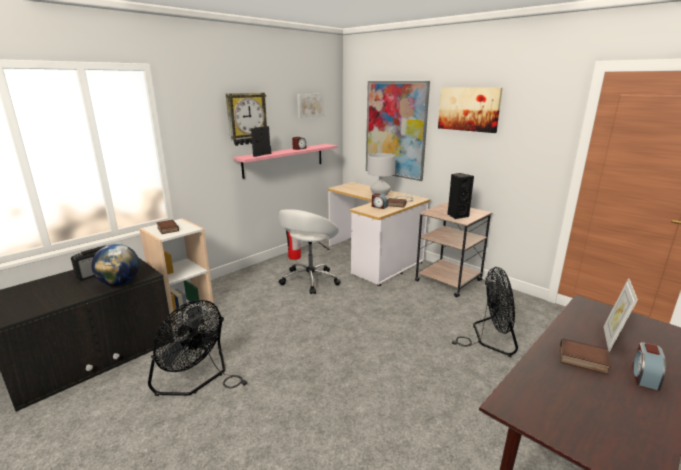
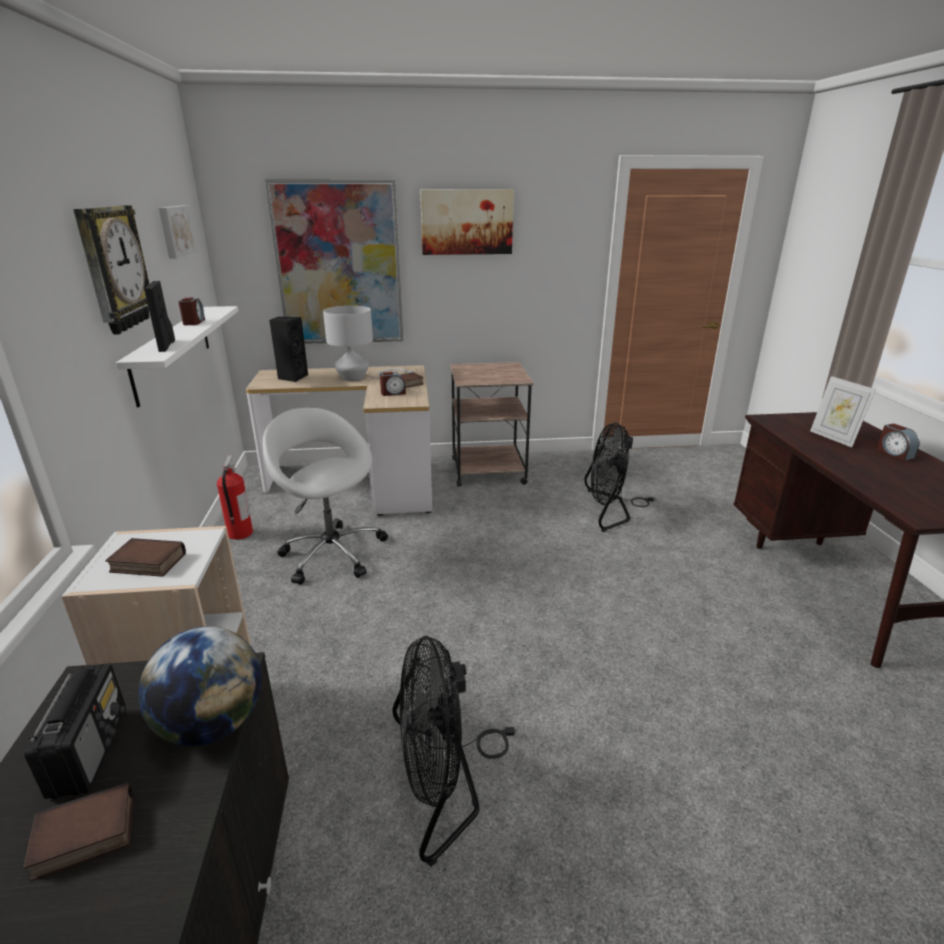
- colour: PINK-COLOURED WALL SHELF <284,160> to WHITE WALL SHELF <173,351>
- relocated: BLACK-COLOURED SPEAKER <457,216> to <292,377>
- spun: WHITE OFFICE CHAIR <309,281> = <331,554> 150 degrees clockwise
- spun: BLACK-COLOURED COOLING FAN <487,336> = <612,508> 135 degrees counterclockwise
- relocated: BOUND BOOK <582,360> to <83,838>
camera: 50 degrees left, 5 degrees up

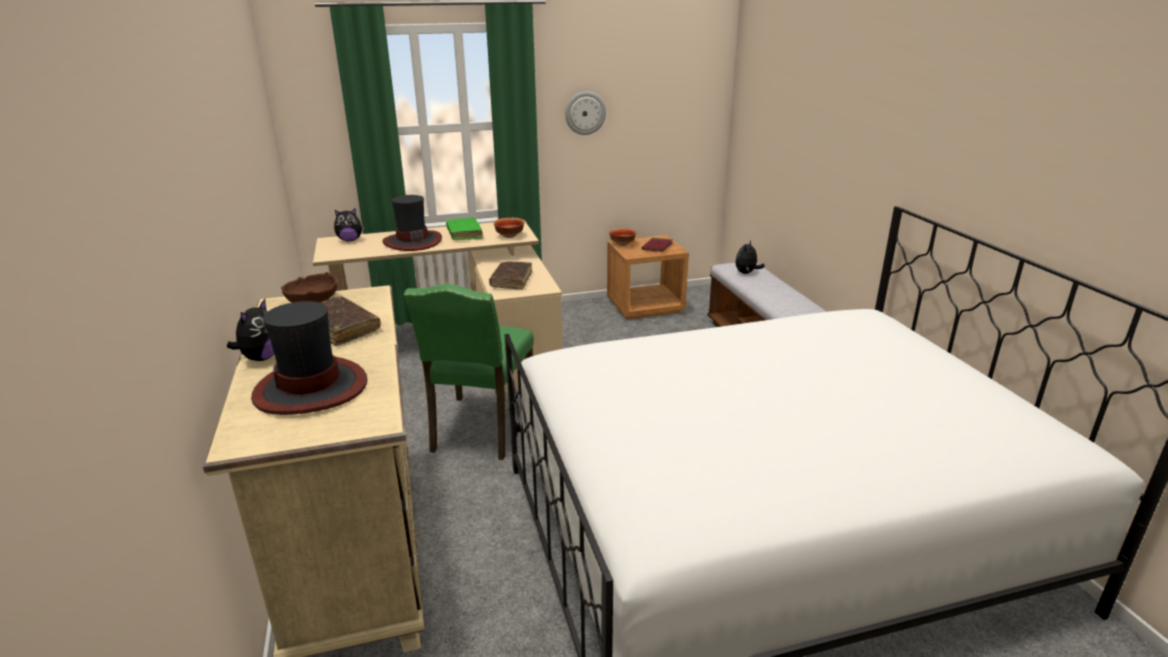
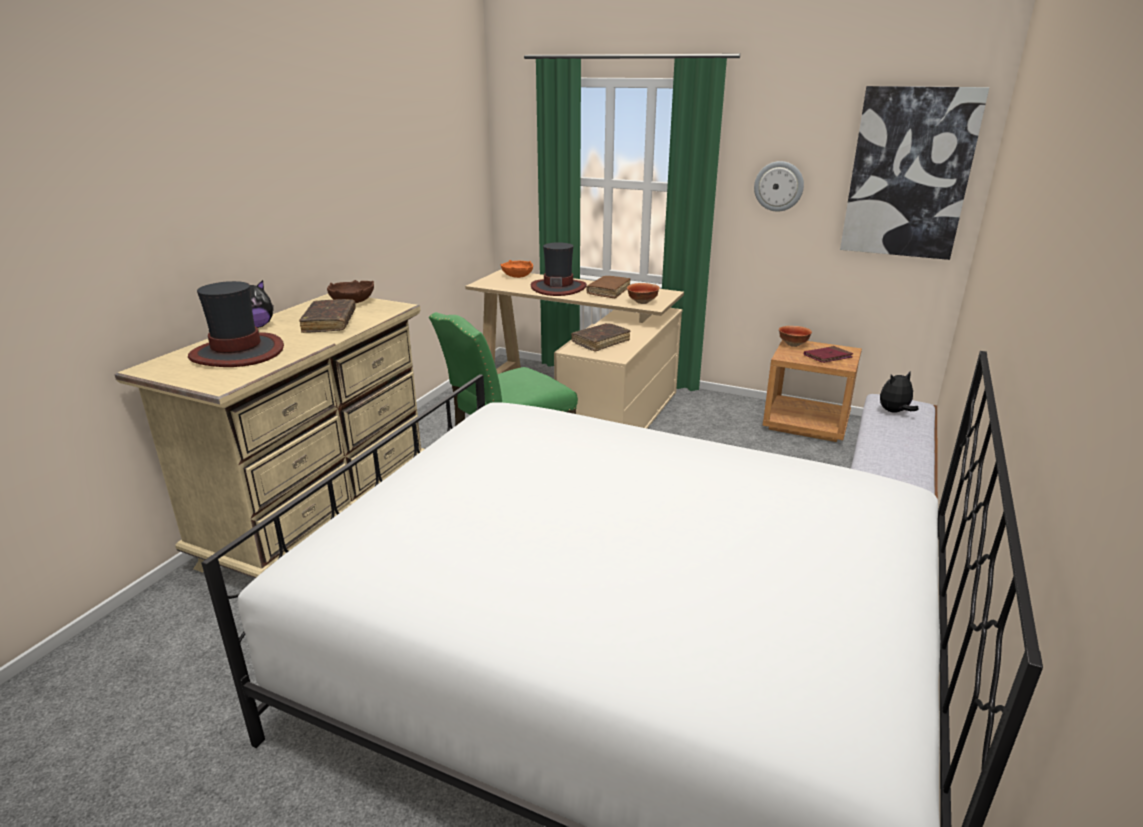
- exchanged: CUDDLY TOY <350,240> to ORANGE SERVING BOWL <517,276>
- colour: GREEN-COLOURED BOUND BOOK <464,234> to BROWNISH BOUND BOOK <608,292>
- appeared: WALL PICTURE <909,173>
camera: 40 degrees right, 0 degrees up

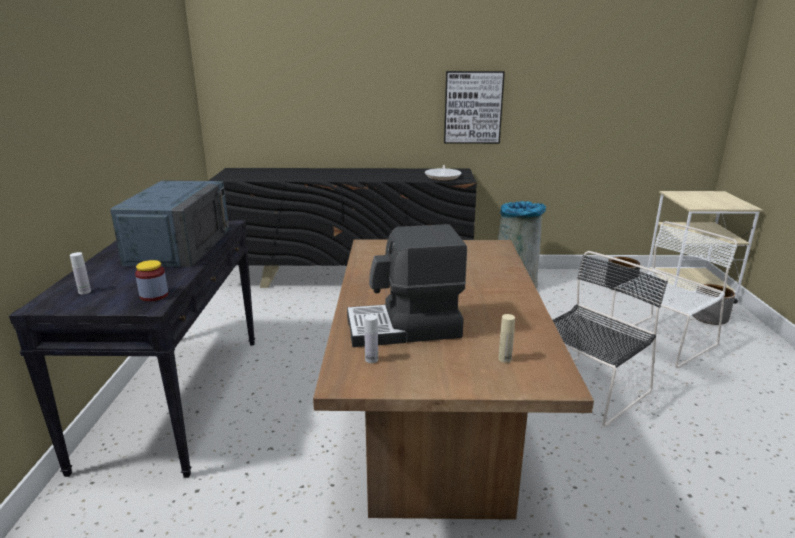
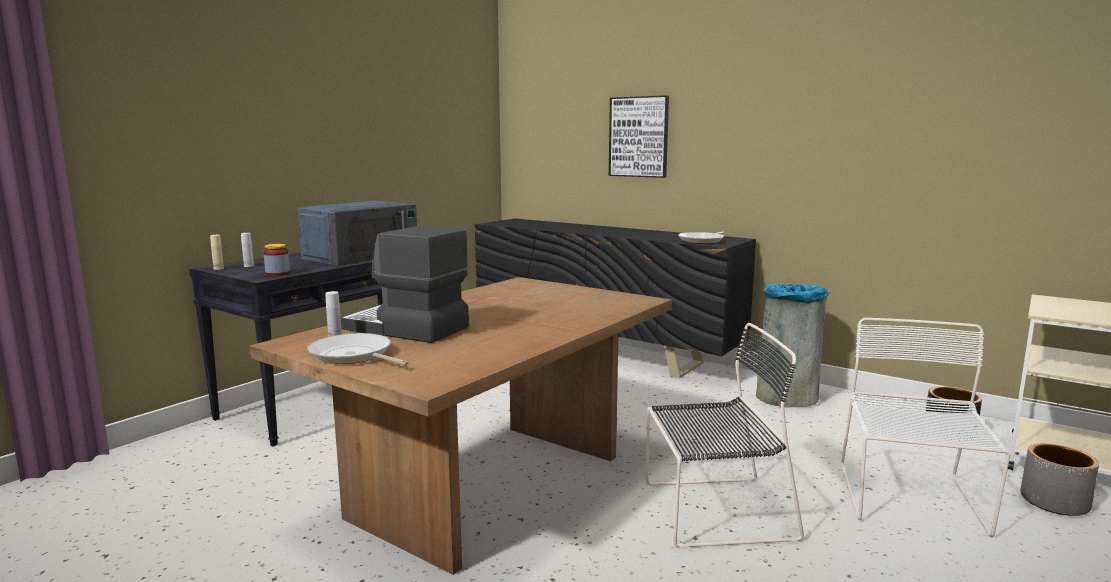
- relocated: WALL PICTURE <473,107> to <639,137>
- spun: WHITE PLAIN CHAIR <660,341> = <910,501> 75 degrees counterclockwise
- relocated: BEIGE DRINK BOTTLE <504,359> to <218,268>
- appeared: SKILLET <353,356>
camera: 35 degrees right, 10 degrees down

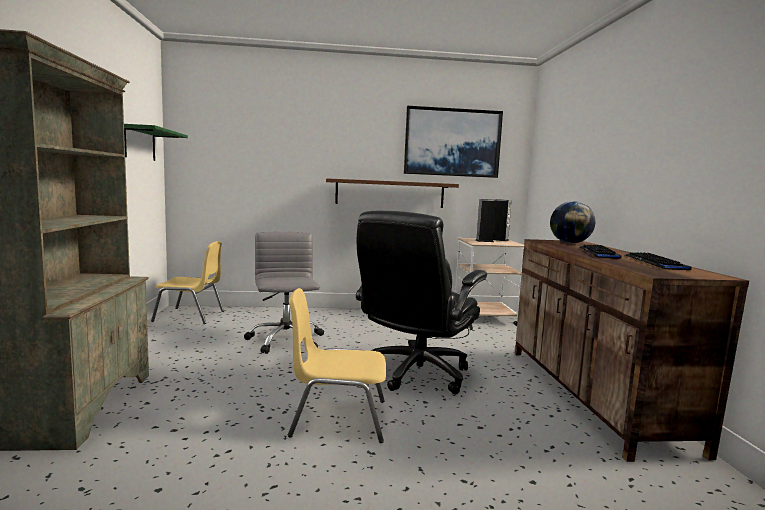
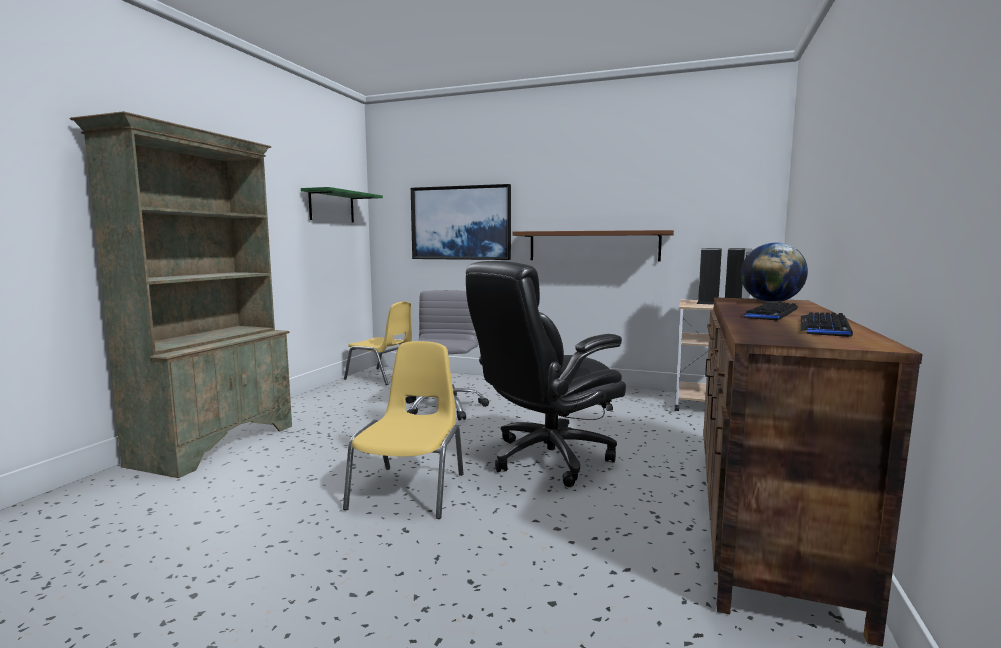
- relocated: WALL PICTURE <452,142> to <461,223>
- spun: YELLOWISH PLAIN CHAIR <337,418> = <410,490> 75 degrees clockwise
camera: 25 degrees right, 0 degrees up

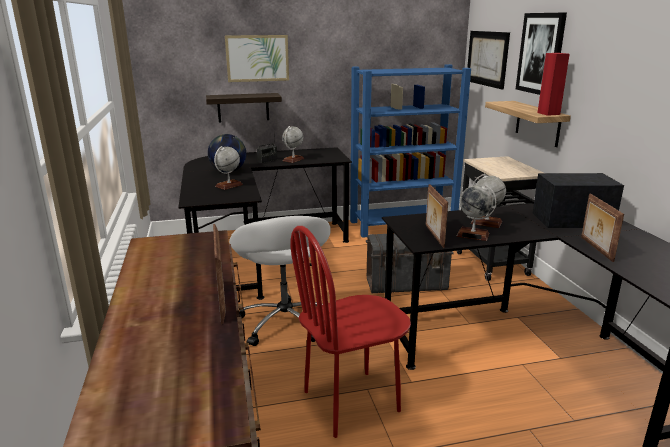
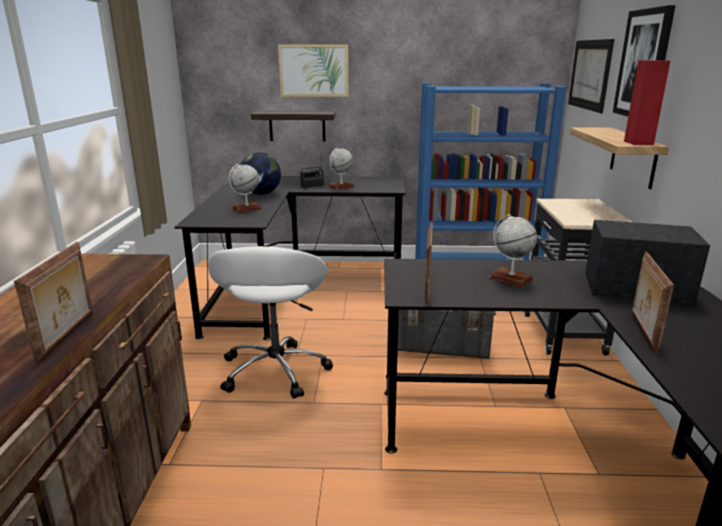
- missing: WORLD GLOBE <473,235>
- missing: RED PLAIN CHAIR <351,402>
camera: 15 degrees right, 0 degrees up

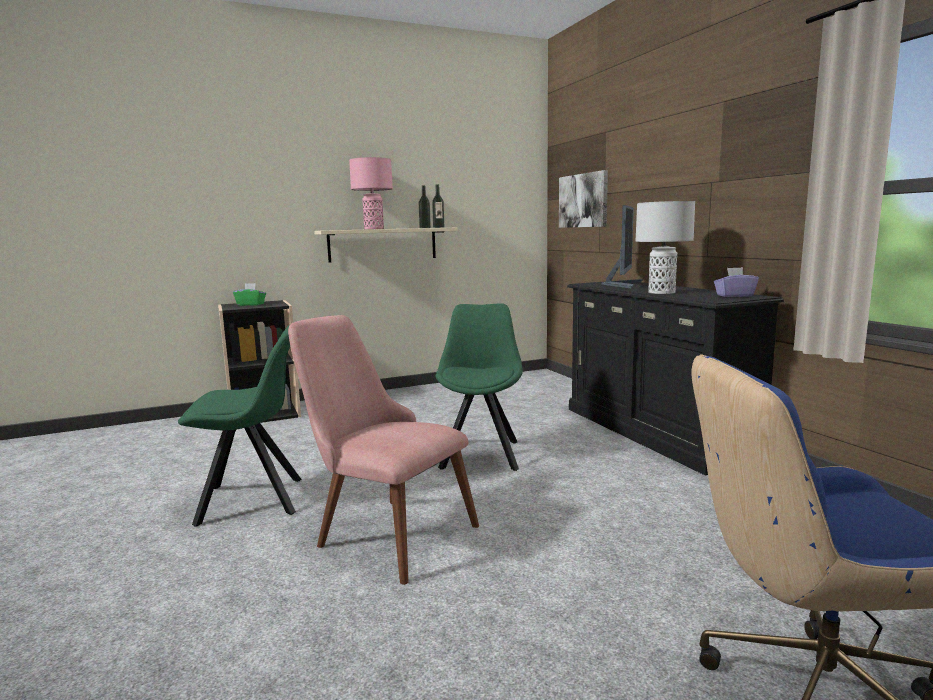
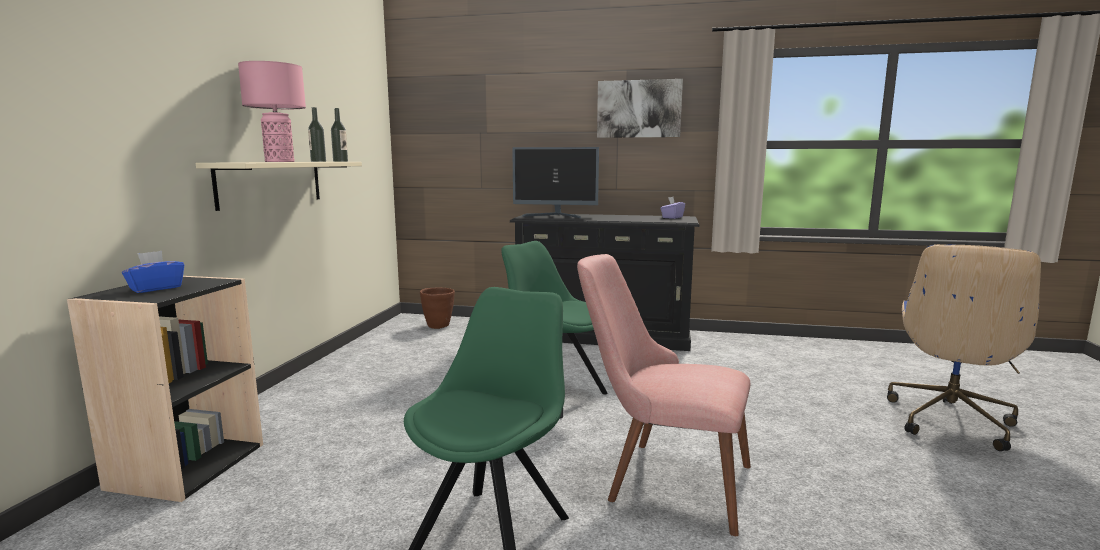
- relocated: WALL PICTURE <583,200> to <639,109>
- missing: WHITE TABLETOP LAMP <661,292>
- spun: COMPUTER DISPLAY <622,284> = <555,216> 135 degrees clockwise
- colour: GREEN-COLOURED TISSUE BOX <251,304> to BLUE-COLOURED TISSUE BOX <156,288>
- spun: PINK-COLOURED PLAIN CHAIR <382,531> = <660,478> 45 degrees clockwise
- appeared: BROWNISH FLOWER POT <438,326>
camera: 55 degrees left, 0 degrees up

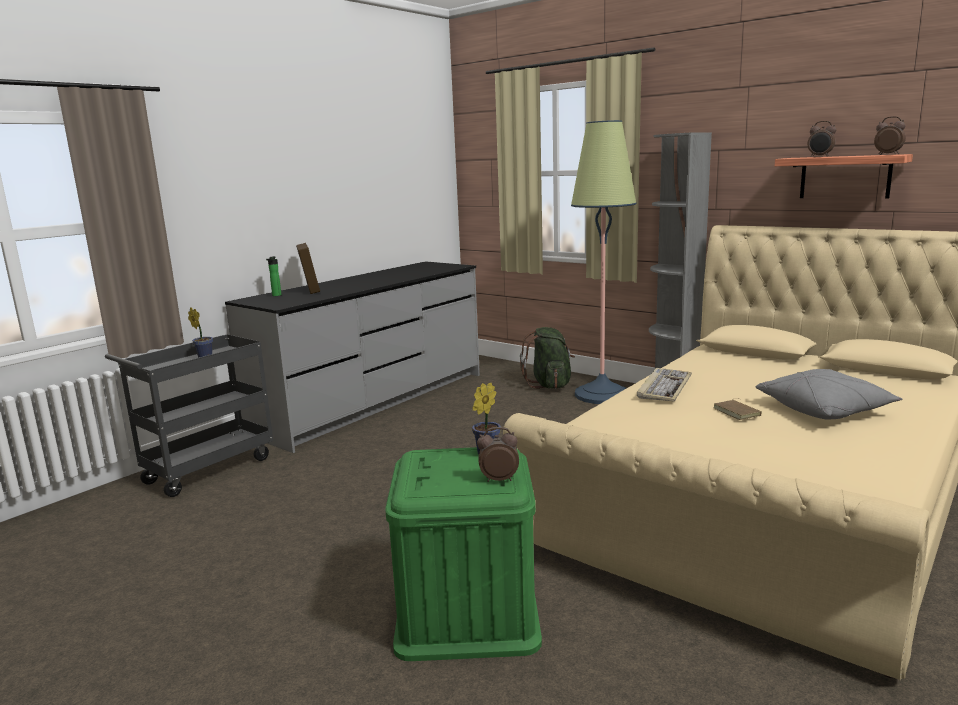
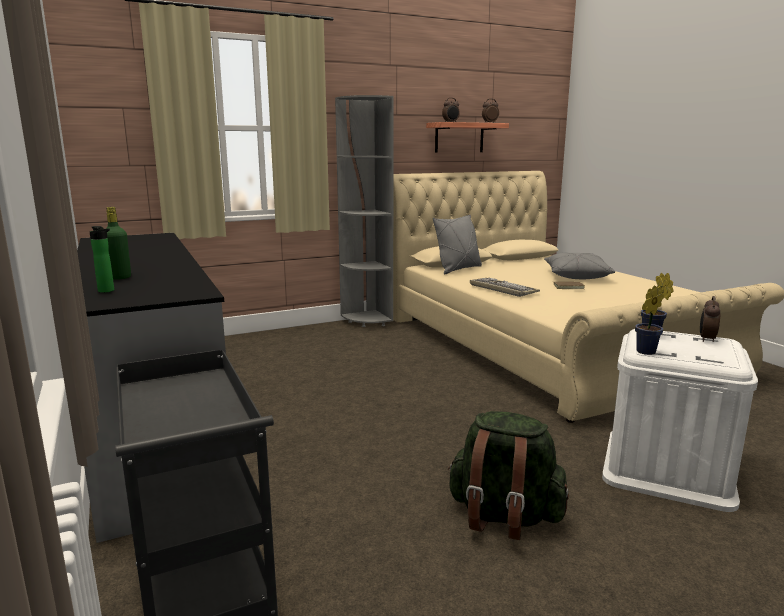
- missing: STANDING LAMP <602,394>
- exchanged: STANDING FRAME <310,290> to GREEN-COLOURED DRINK BOTTLE <119,278>
- relocated: POTTED PLANT <204,357> to <644,352>
- relocated: GREEN-COLOURED BACKPACK <549,385> to <503,516>
- colour: GREEN-COLOURED STORAGE CONTAINER <467,610> to WHITE STORAGE CONTAINER <667,468>
- appeared: GRAY PILLOW <458,269>
camera: 65 degrees left, 0 degrees up

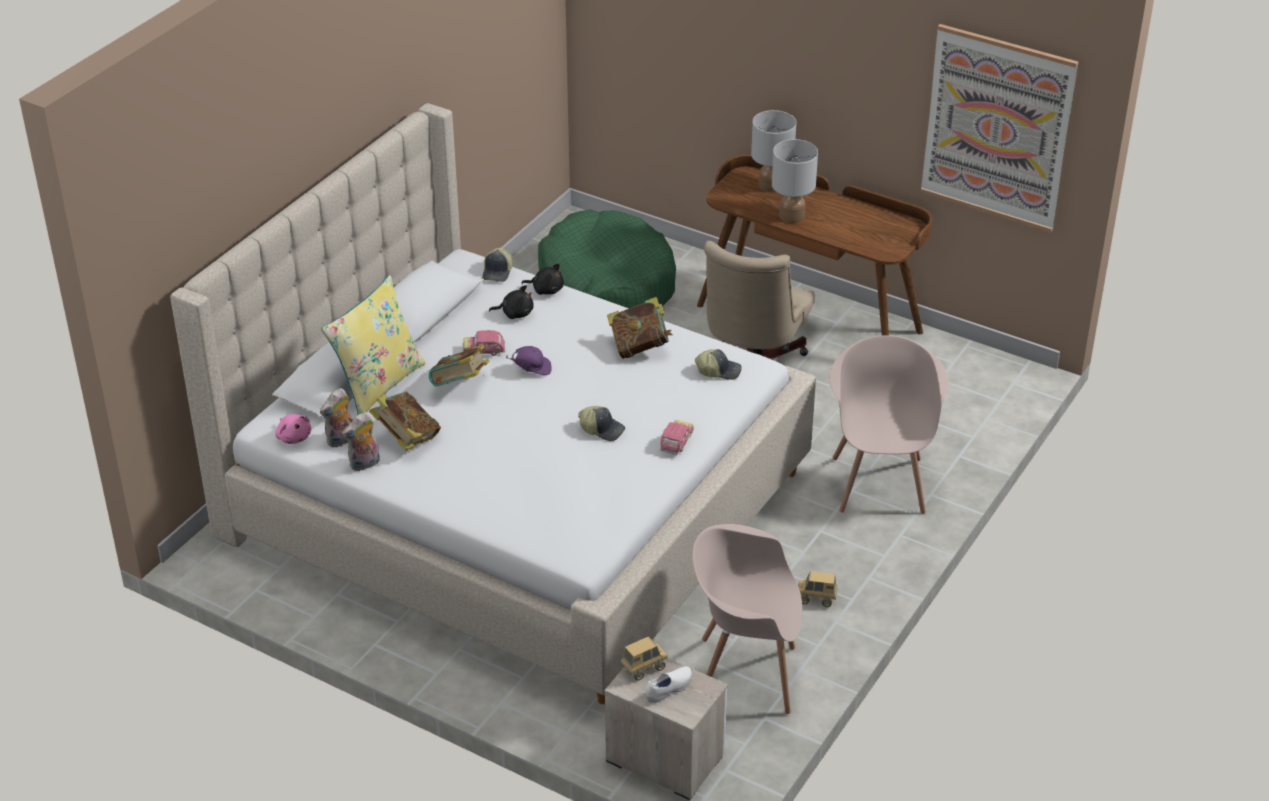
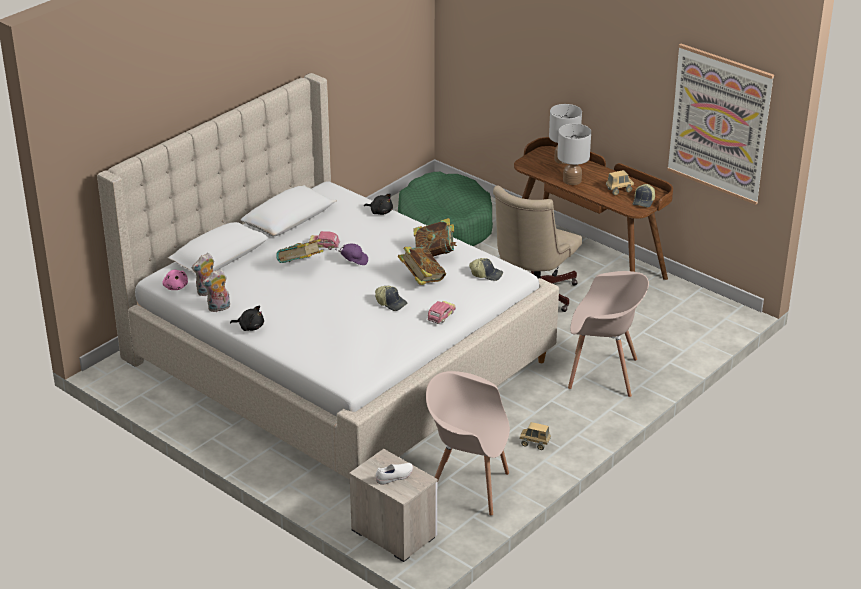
- relocated: PEAKED CAP <498,272> to <644,201>
- missing: YELLOWISH PILLOW <378,384>
- relocated: BLACK-COLOURED CUDDLY TOY <515,313> to <250,327>
- spun: BEIGE PLAIN CHAIR <879,484> = <604,374> 90 degrees clockwise
- relocated: BOUND BOOK <407,438> to <422,279>
- relocated: TOY LORRY <644,669> to <619,191>
camera: 10 degrees right, 5 degrees down

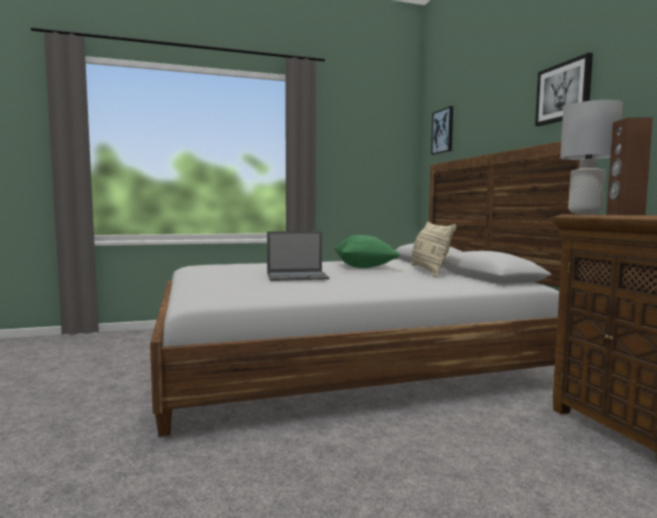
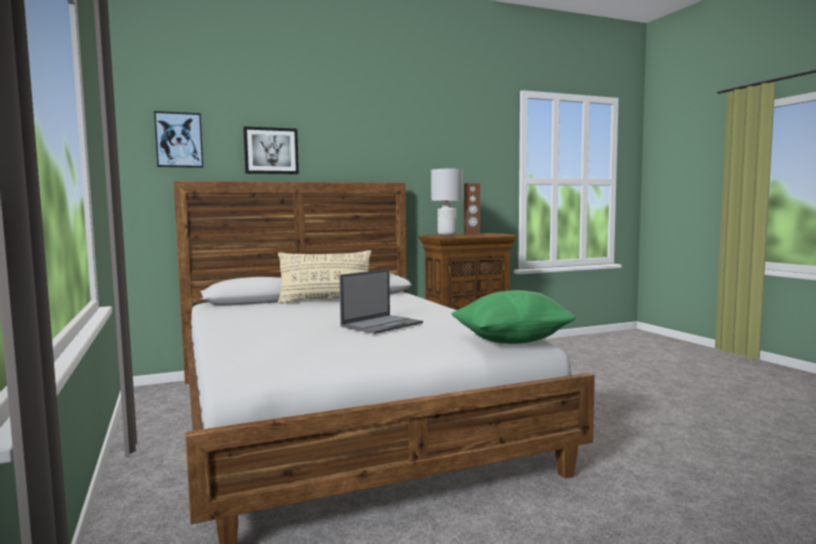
- relocated: WALL PICTURE <563,92> to <271,151>
- spun: NOTEBOOK COMPUTER <298,276> = <382,324> 60 degrees clockwise
- relocated: GREEN-COLOURED PILLOW <364,267> to <511,341>
camera: 95 degrees left, 0 degrees up

